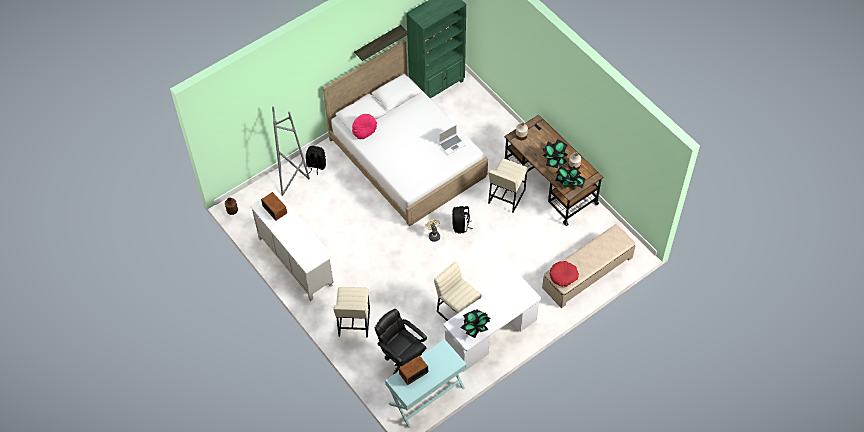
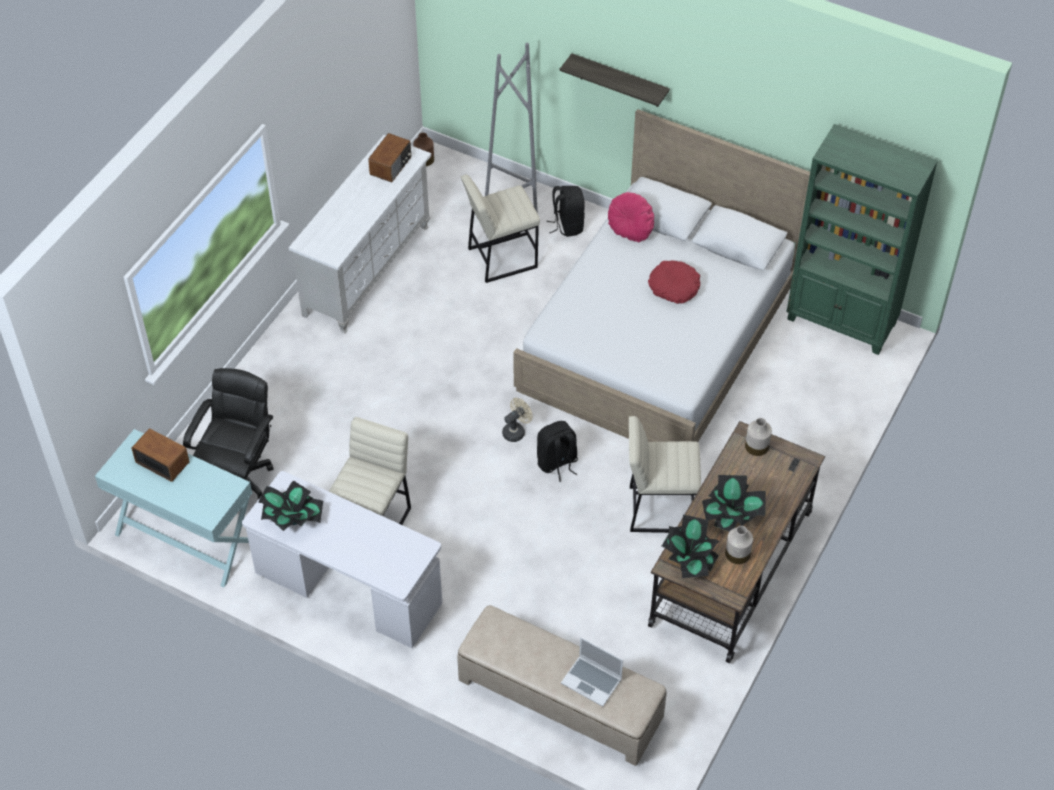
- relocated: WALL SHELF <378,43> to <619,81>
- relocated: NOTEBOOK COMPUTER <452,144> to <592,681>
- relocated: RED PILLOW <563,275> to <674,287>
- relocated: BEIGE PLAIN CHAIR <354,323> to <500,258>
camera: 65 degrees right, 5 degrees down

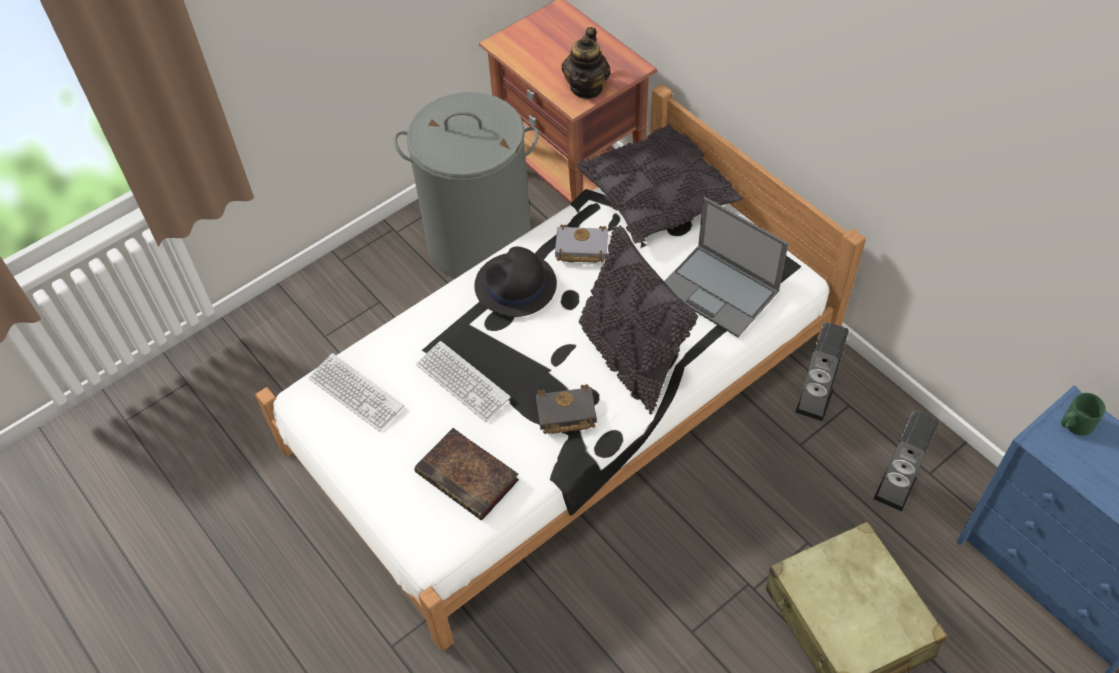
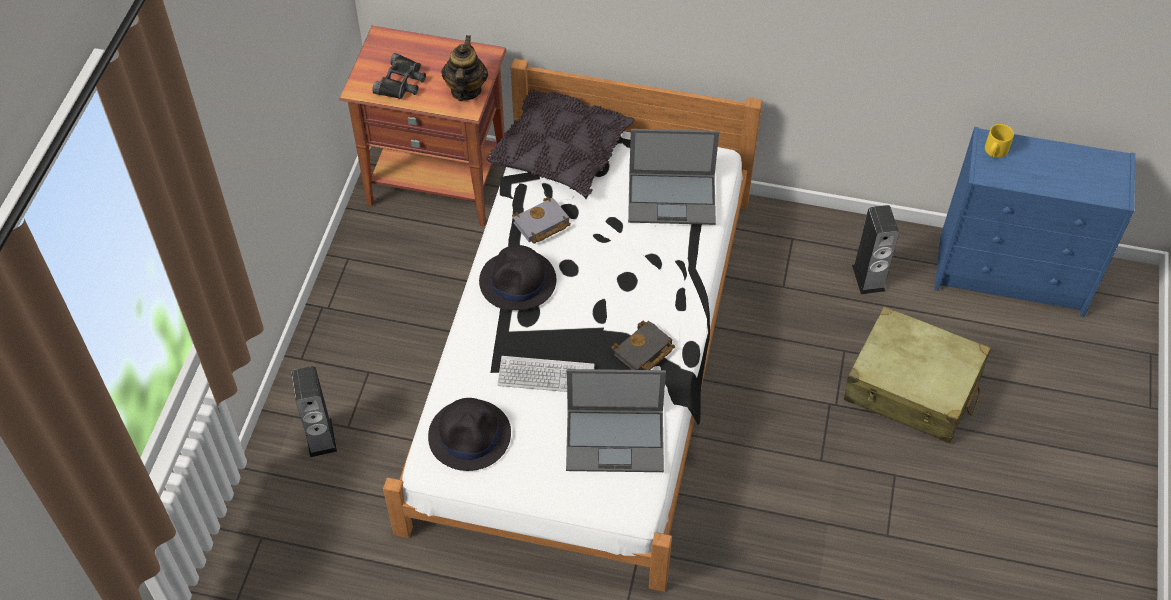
- spun: TEAPOT <586,87> = <465,90> 150 degrees counterclockwise
- missing: GRAY HAMPER <480,242>
- missing: BLACK-COLOURED PILLOW <631,359>
- relocated: SPEAKER <814,400> to <320,437>
- exchanged: KEYBOARD <356,393> to BLACK-COLOURED HAT <470,435>
- colour: GREEN-COLOURED MUG <1074,424> to YELLOWISH MUG <994,151>
- exchanged: BOUND BOOK <470,477> to NOTEBOOK COMPUTER <616,439>
- appeared: BLACK-COLOURED BINOCULARS <401,82>
camera: 40 degrees left, 0 degrees up

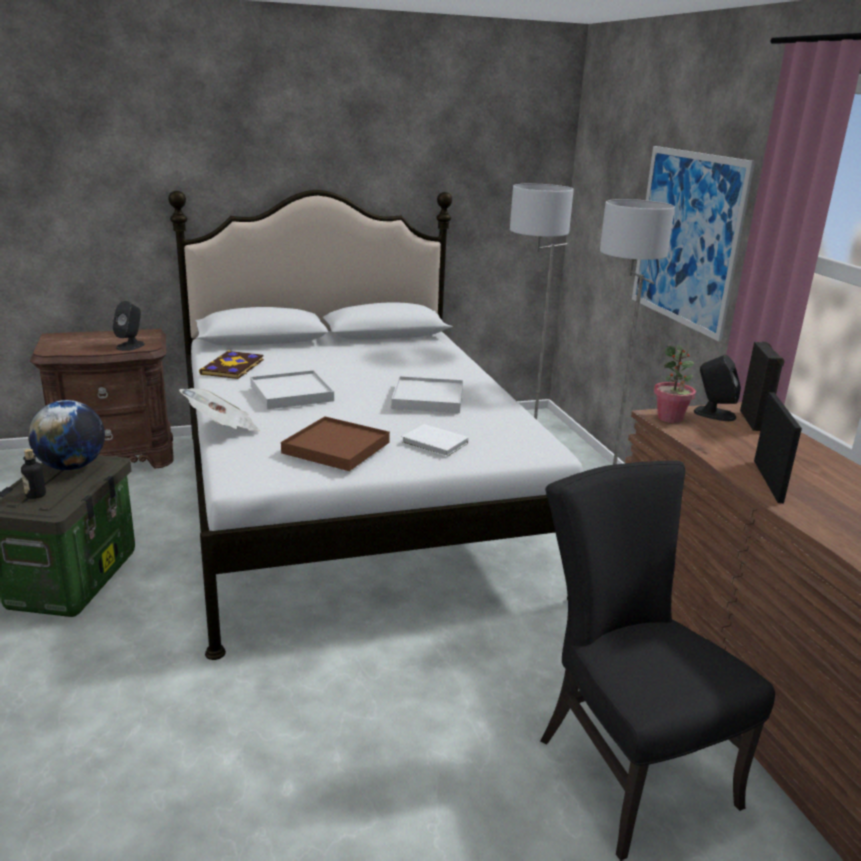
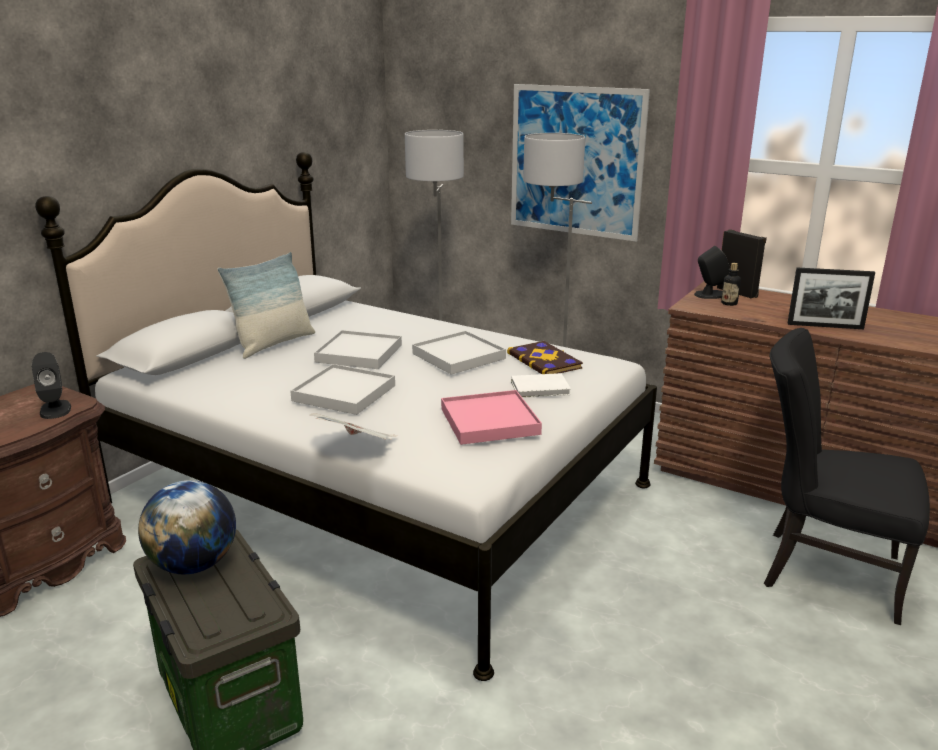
- missing: POTTED PLANT <670,418>
- relocated: BOUND BOOK <233,367> to <545,361>
- spun: STANDING FRAME <768,481> = <825,326> 135 degrees clockwise
- colour: BROWNISH CARRYING TRAY <336,447> to PINK-COLOURED CARRYING TRAY <489,421>
- relocated: DRINK BOTTLE <36,495> to <729,303>
- appeared: PILLOW <273,344>
- appeared: WHITE CARRYING TRAY <359,353>
camera: 40 degrees left, 0 degrees up

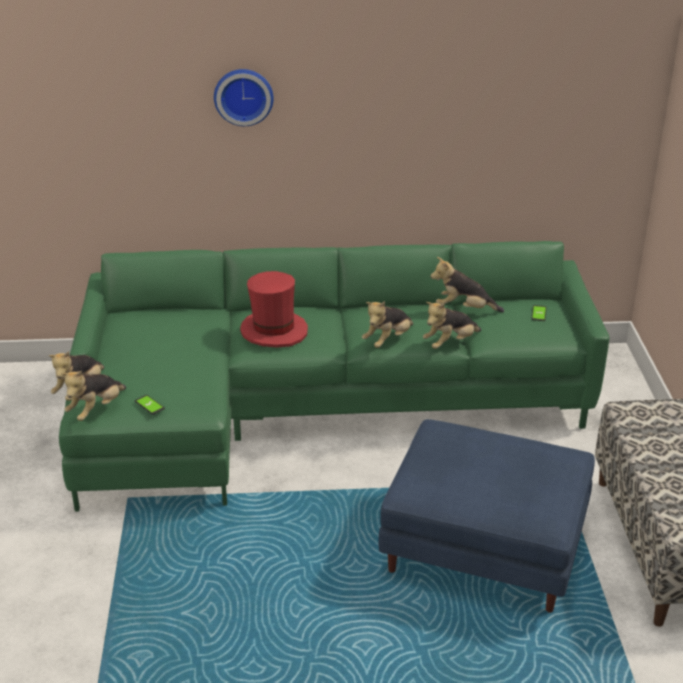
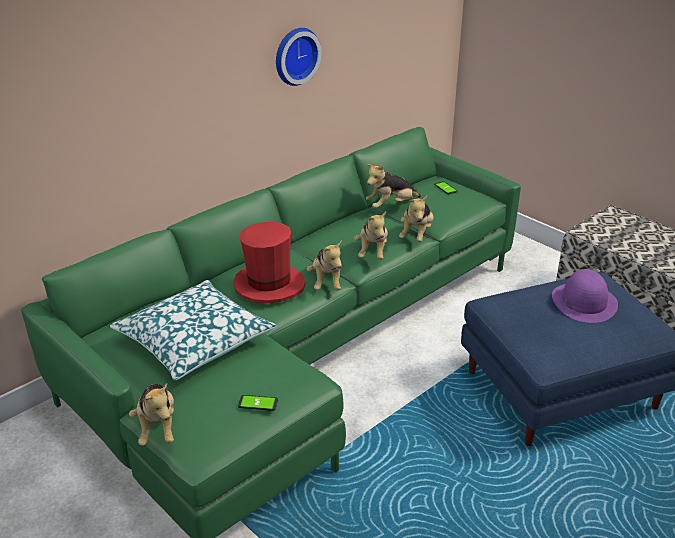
- relocated: HANGING CLOCK <243,96> to <294,55>
- relocated: CUDDLY TOY <96,410> to <326,282>
- appeared: PURPLE HAT <583,302>
- appeared: PILLOW <194,341>
camera: 40 degrees left, 0 degrees up

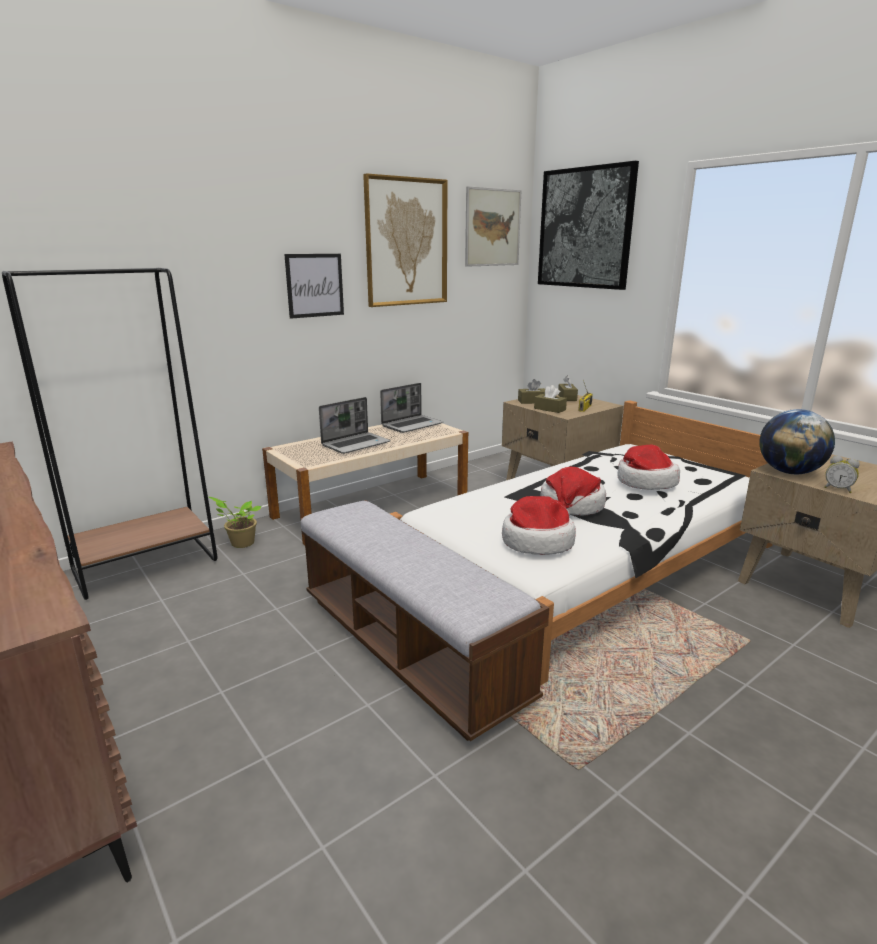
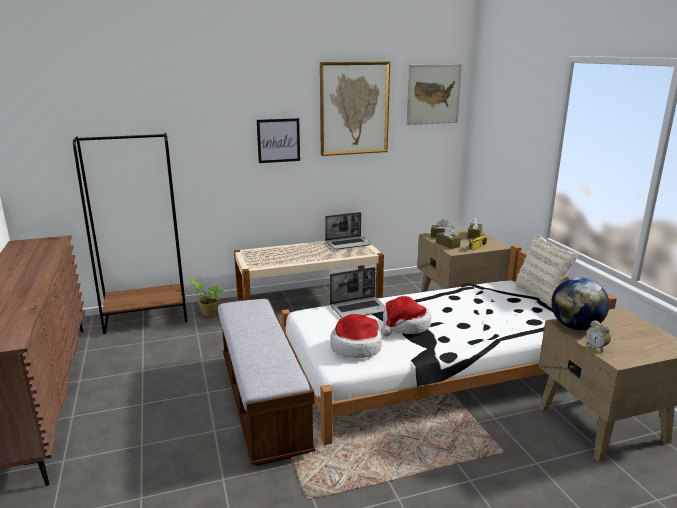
- missing: WALL PICTURE <585,228>
- relocated: NOTEBOOK COMPUTER <356,444> to <359,309>
- missing: HAT <645,482>
- appeared: BEIGE PILLOW <540,296>
camera: 20 degrees right, 0 degrees up

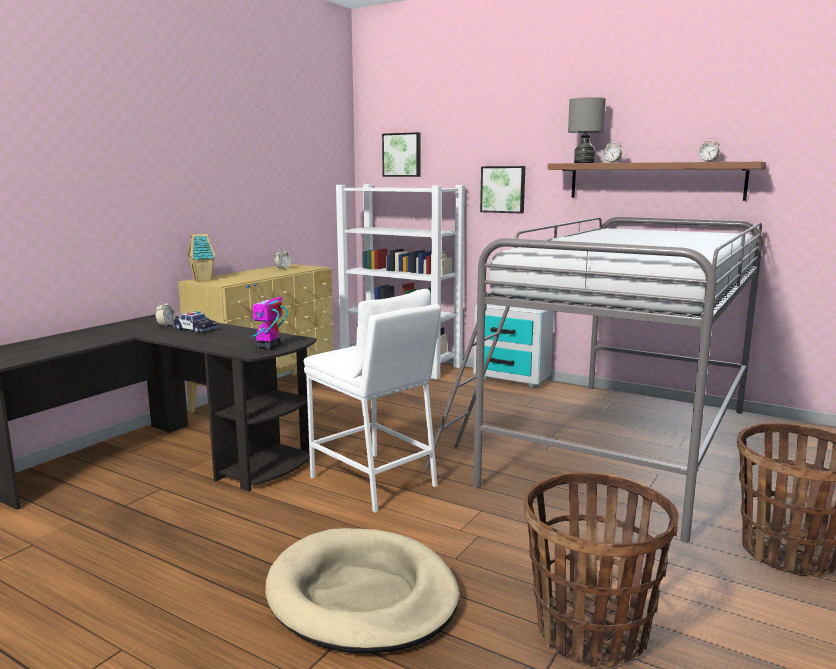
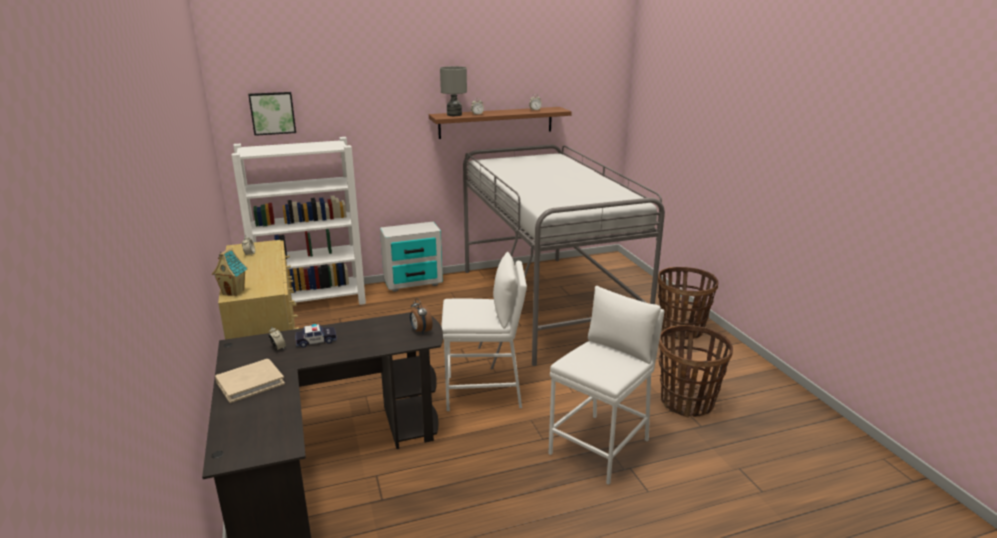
- missing: WALL PICTURE <503,189>
- exchanged: MODEL ROBOT <268,347> to BEDSIDE CLOCK <420,331>
- exchanged: BEIGE DOG CUSHION <362,596> to WHITE STOOL SEAT <601,447>
- appeared: BEIGE BOUND BOOK <250,383>
camera: 50 degrees left, 10 degrees up

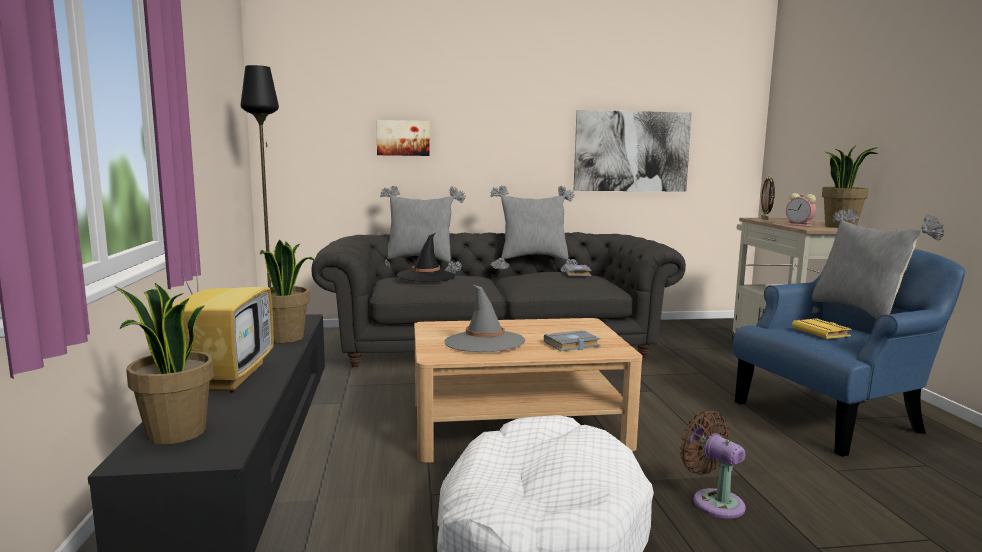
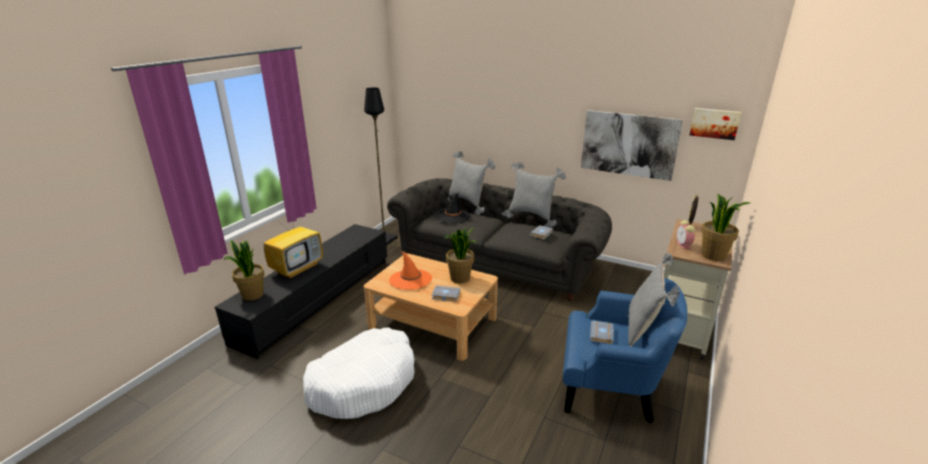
- relocated: WALL PICTURE <403,138> to <714,123>
- relocated: POTTED PLANT <286,338> to <460,278>
- colour: GRAY HAT <484,342> to ORANGE HAT <410,279>
- colour: YELLOWISH BOUND BOOK <822,332> to GRAY BOUND BOOK <602,335>
- missing: BROWNISH COOLING FAN <713,501>
camera: 35 degrees right, 15 degrees up

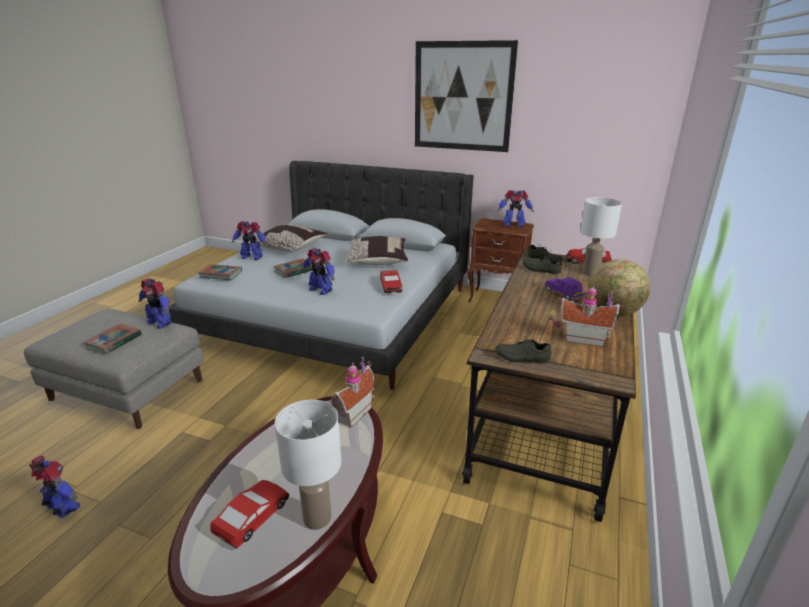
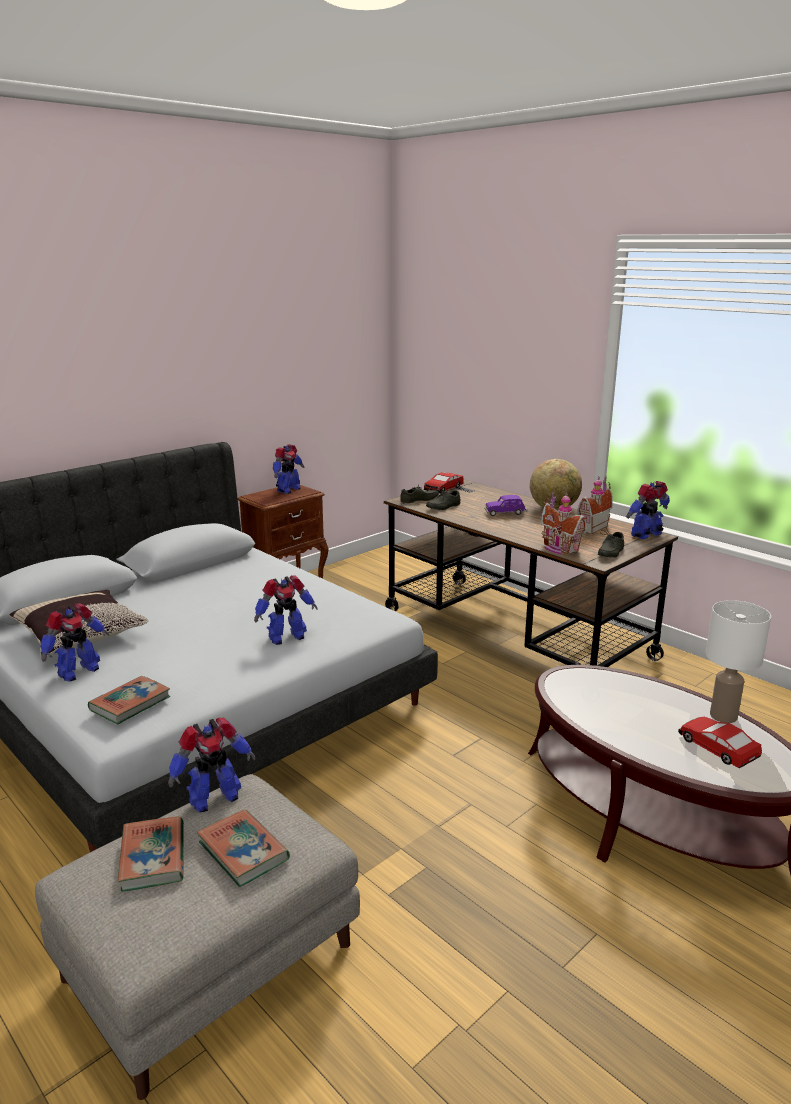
- missing: WALL PICTURE <462,97>
- missing: WHITE TABLETOP LAMP <590,273>
- missing: PILLOW <377,261>
- relocated: BOUND BOOK <294,271> to <153,857>
- missing: MINIATURE CAR <391,286>
- relocated: MODEL HOUSE <351,414> to <559,548>
- relocated: MODEL ROBOT <62,507> to <647,535>
camera: 65 degrees left, 5 degrees down

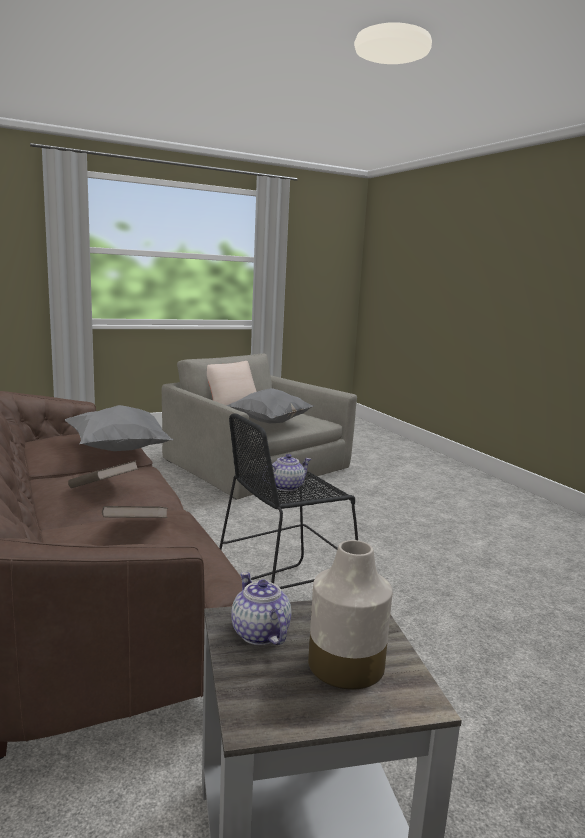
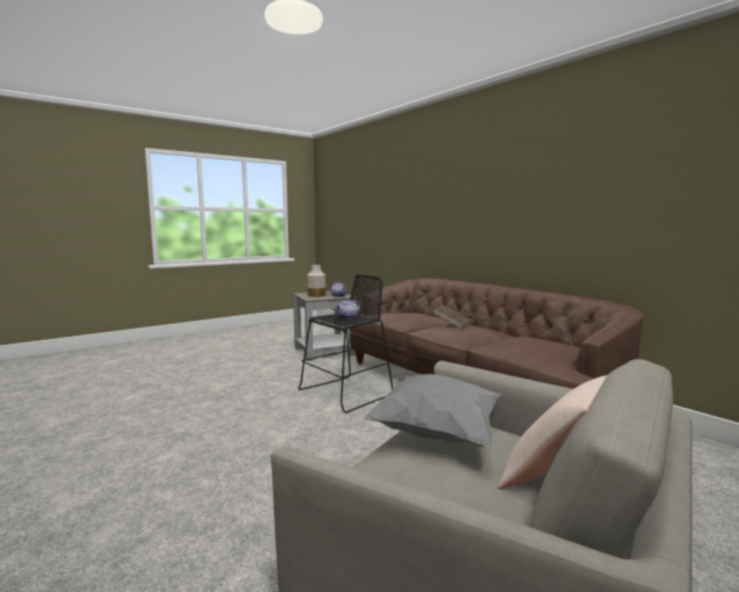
- missing: GRAY PILLOW <119,451>
- missing: BROWNISH BOUND BOOK <136,529>
camera: 170 degrees right, 5 degrees down

